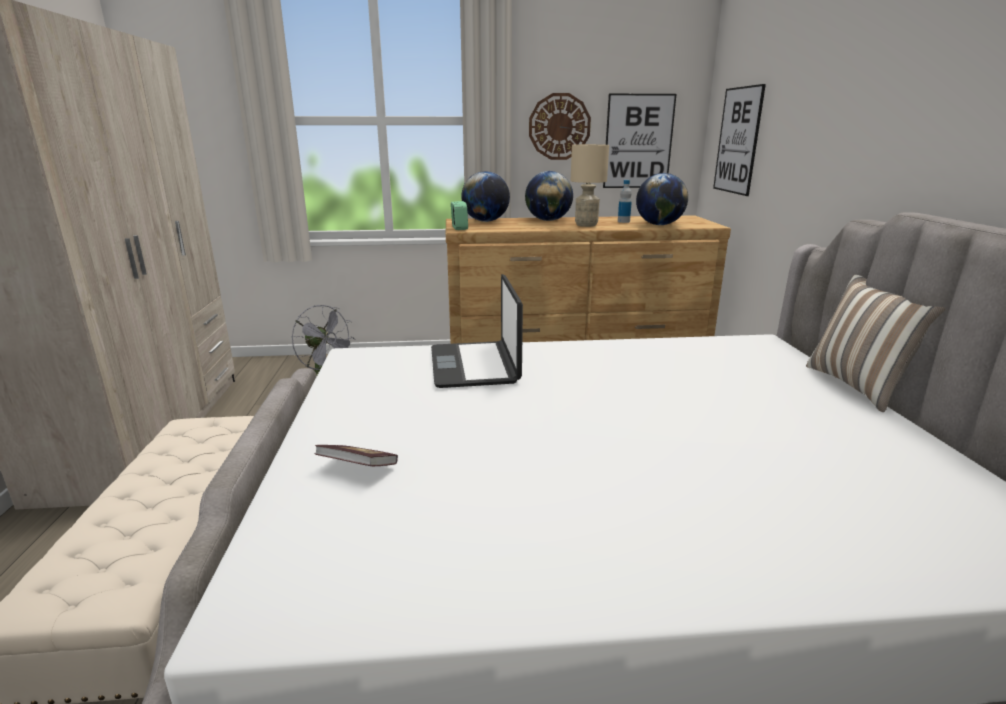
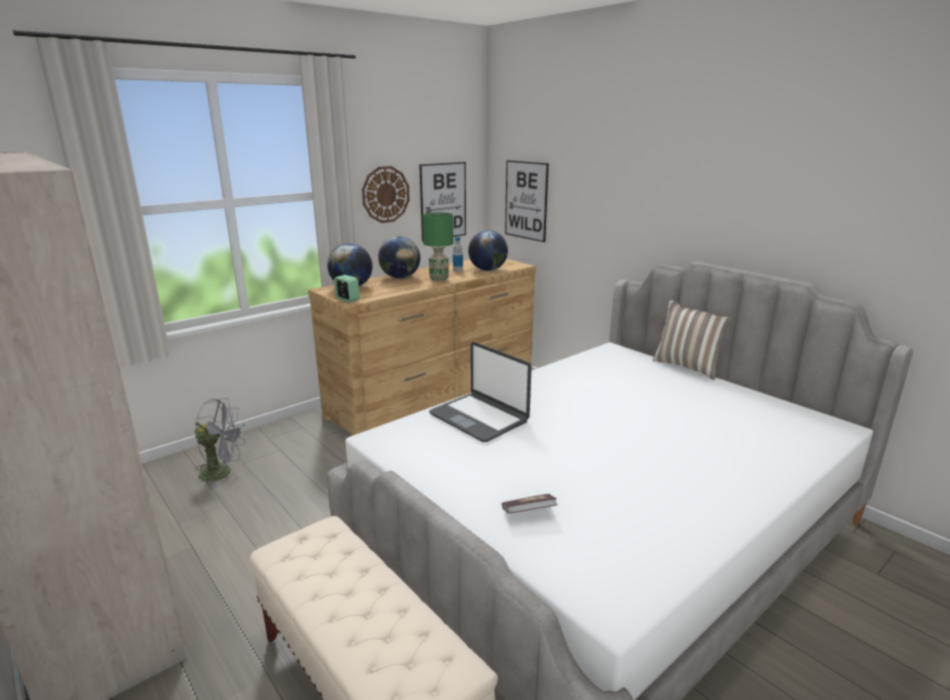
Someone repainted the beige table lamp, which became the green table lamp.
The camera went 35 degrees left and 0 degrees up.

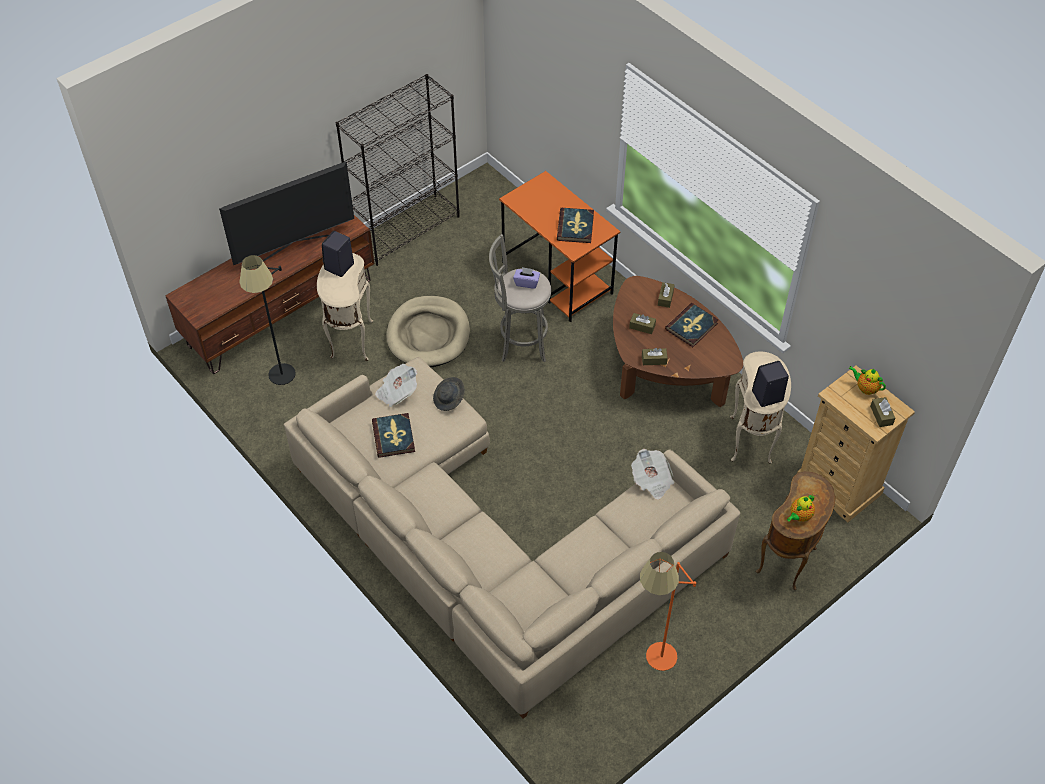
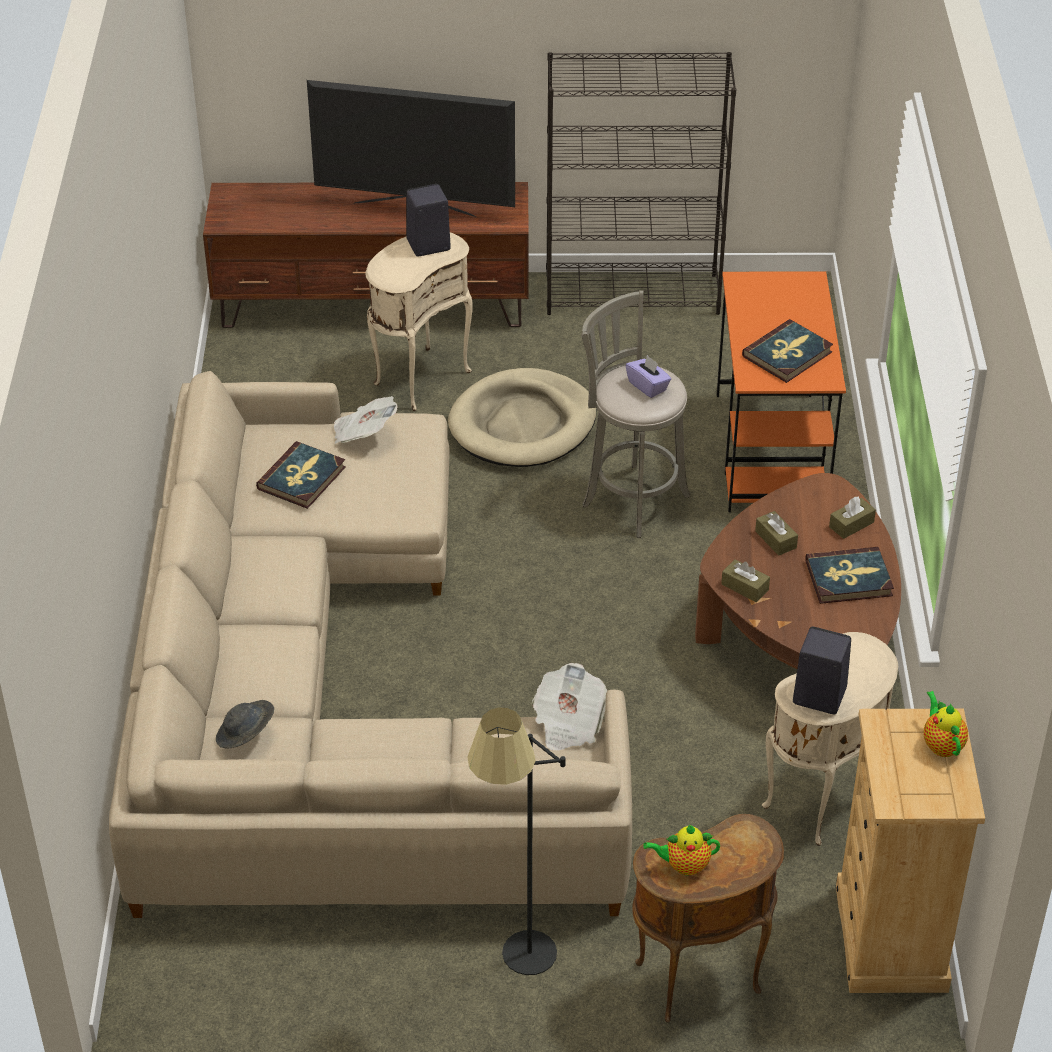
Someone carried the black-coloured standing lamp.
Someone carried the grey wearable hat.
Someone took away the brown-coloured tissue holder (4th from left).
Someone took away the orange-coloured standing lamp.
The camera went 40 degrees right and 10 degrees down.

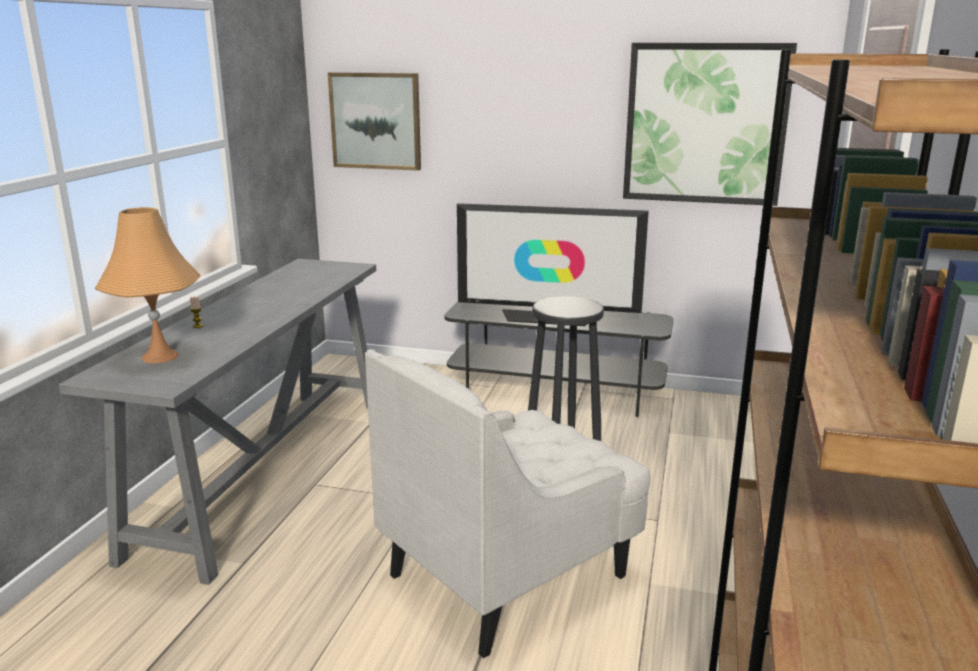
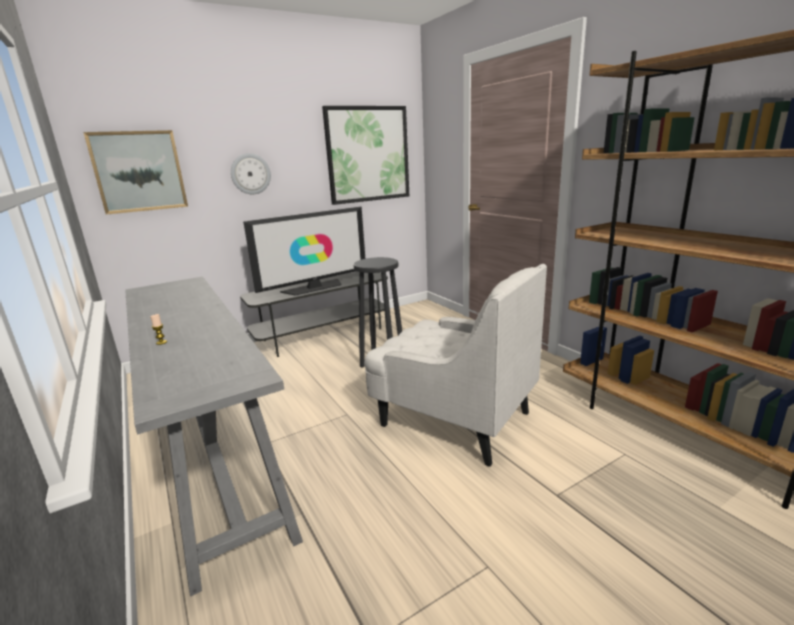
Someone took away the orange-coloured table lamp.
Someone rotated the white armchair by 60 degrees counterclockwise.
Someone put up the clock on the wall.
The camera went 45 degrees left and 0 degrees up.

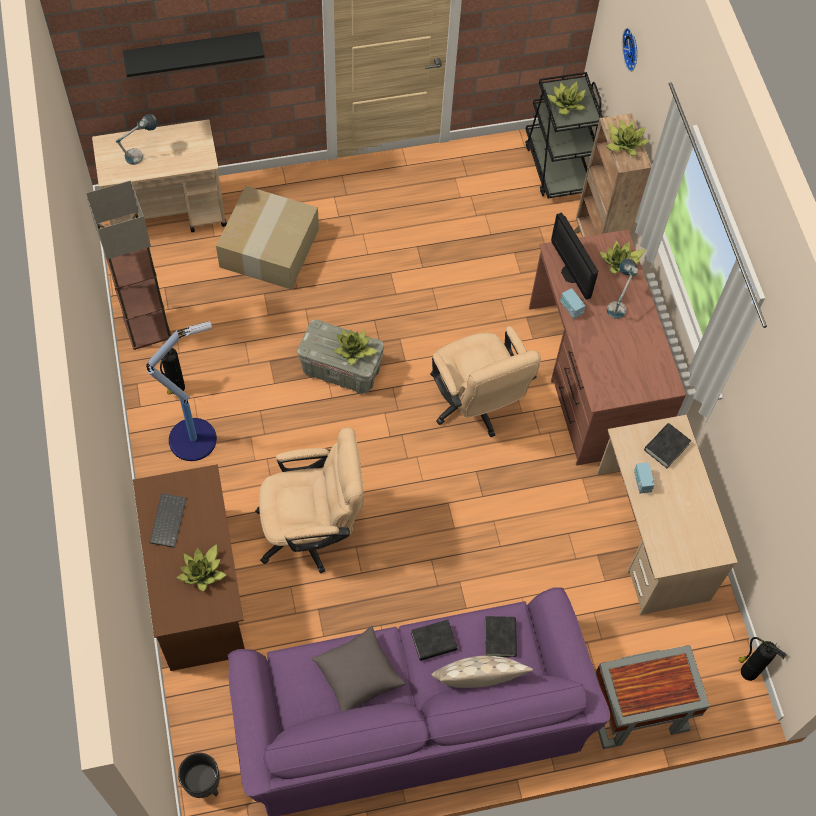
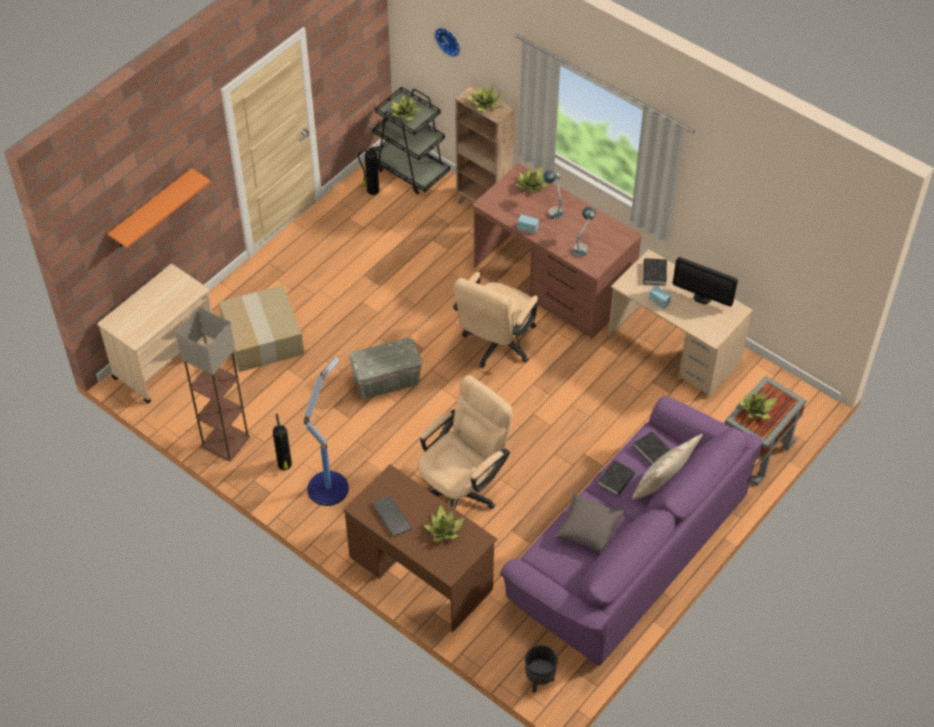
Someone repainted the black-coloured bracket shelf, which became the orange-coloured bracket shelf.
Someone carried the table lamp (1st from left in the first image).
Someone carried the computer display.
Someone rotated the beige computer chair (2nd from left) by 90 degrees clockwise.
Someone carried the houseplant (2nd from left in the first image).
Someone carried the extinguisher (2nd from left).
The camera went 35 degrees left and 10 degrees down.

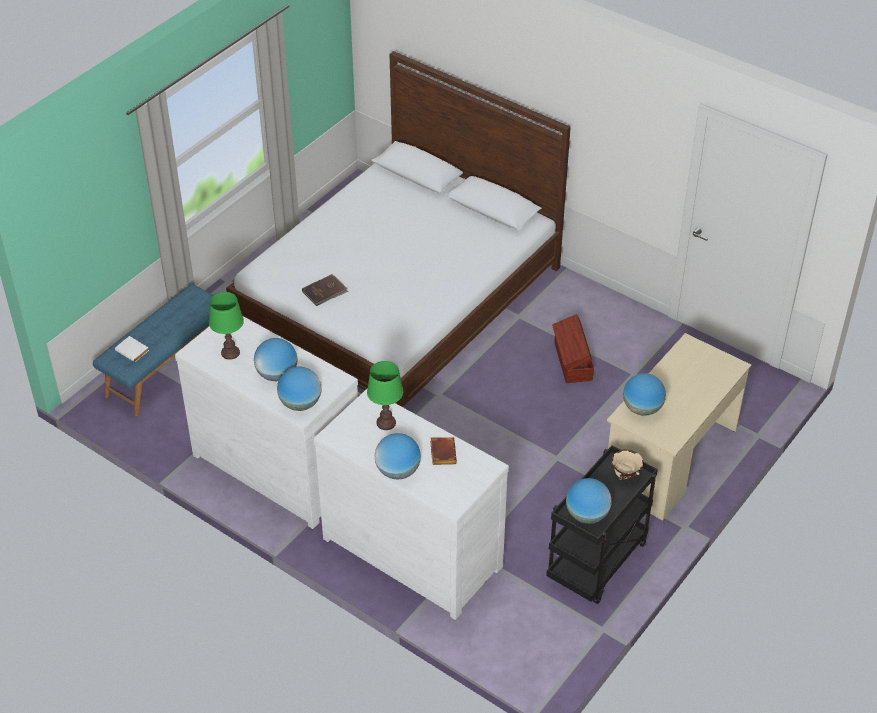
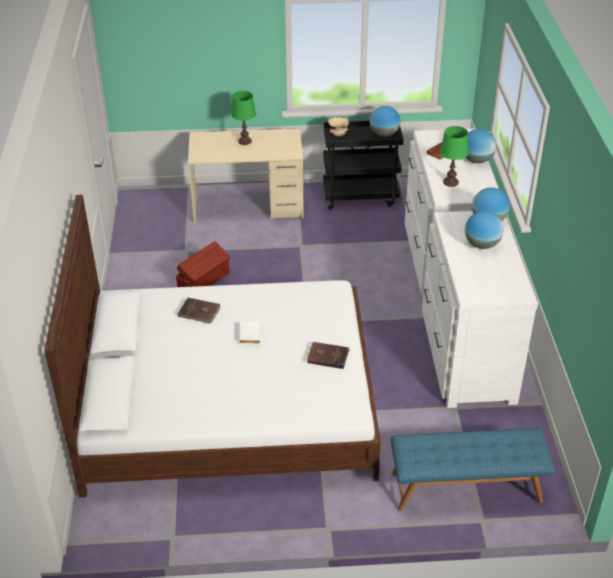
Someone carried the green table lamp (1st from left).
Someone carried the white book.
Someone took away the world globe (5th from left).
Someone put down the brown-coloured book (1st from left).
The camera went 130 degrees left and 5 degrees down.

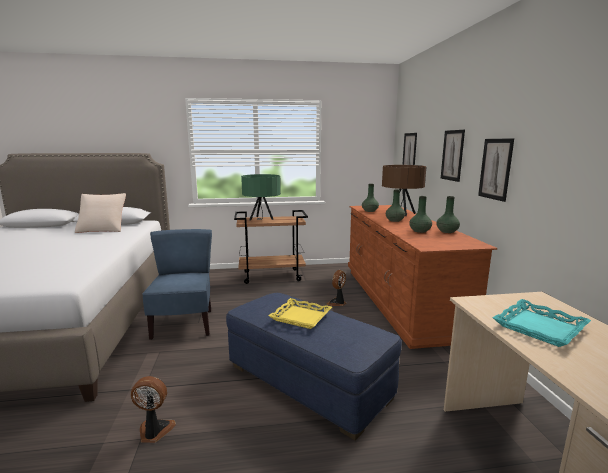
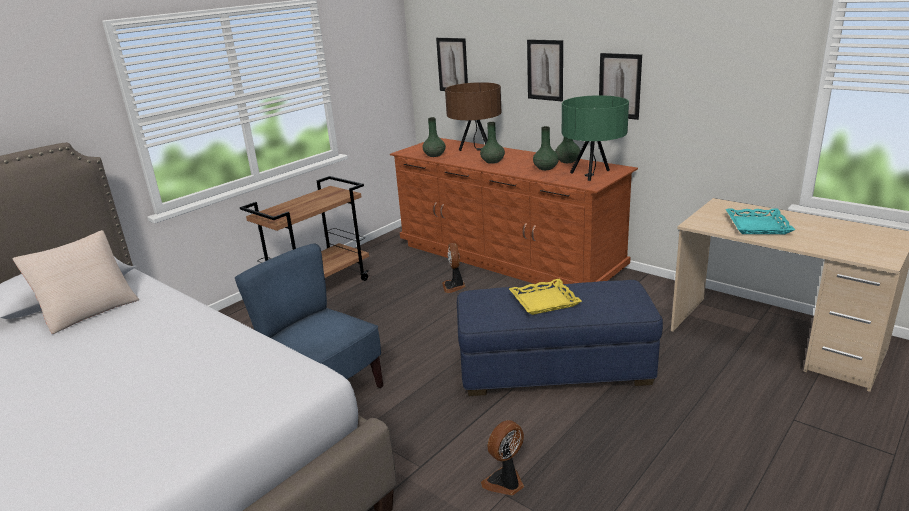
Someone carried the green table lamp.
The camera went 40 degrees left and 10 degrees up.

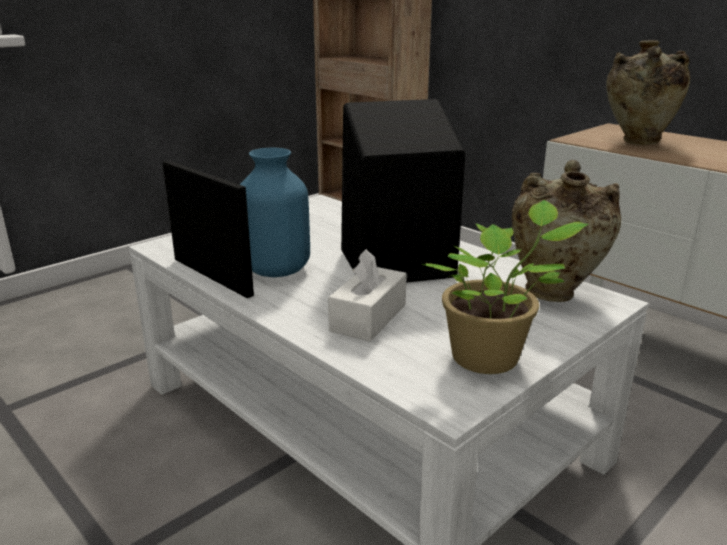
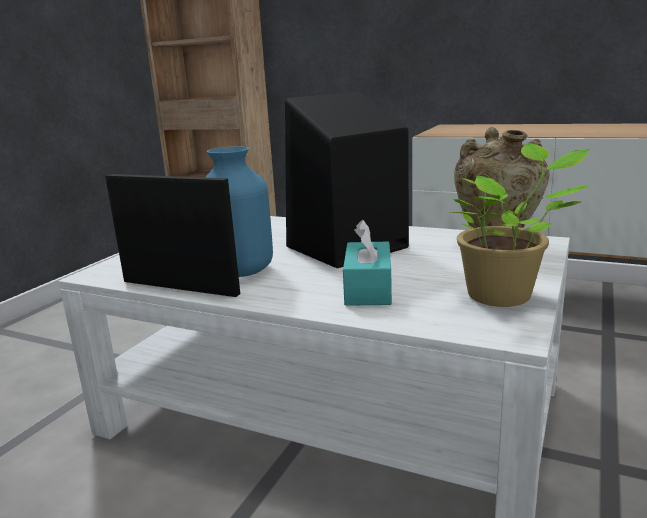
Someone took away the beige vase (2nd from left).
Someone repainted the white tissue holder, which became the turquoise-coloured tissue holder.
The camera went 20 degrees left and 5 degrees down.

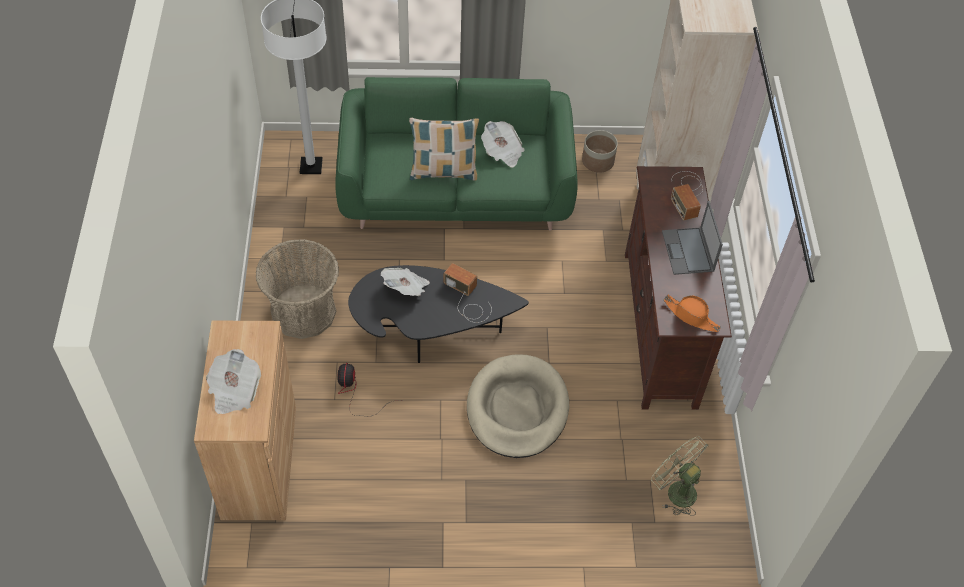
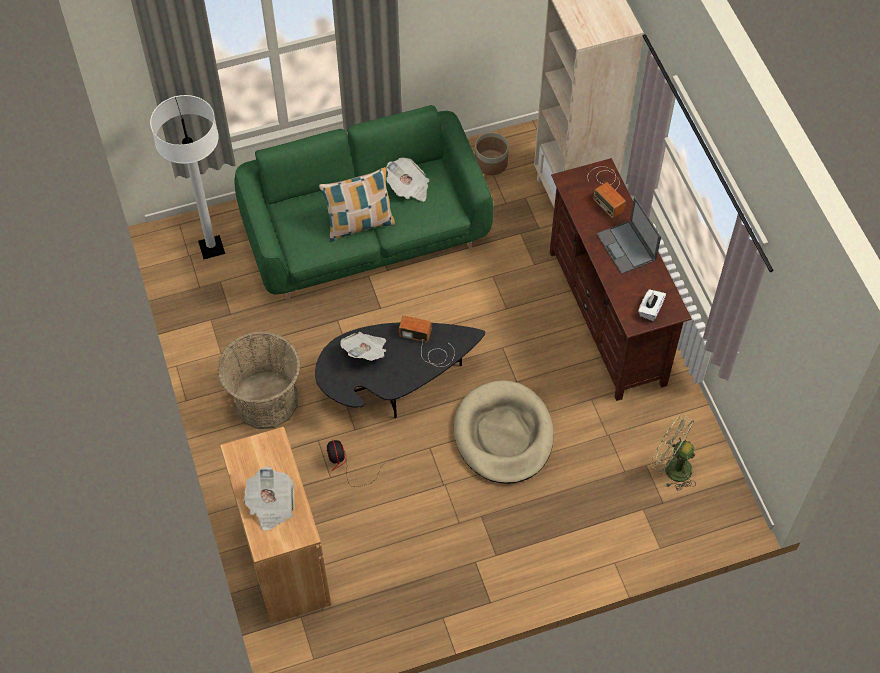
Someone swapped the orange-coloured wearable hat for the white tissue holder.
The camera went 15 degrees left and 5 degrees up.

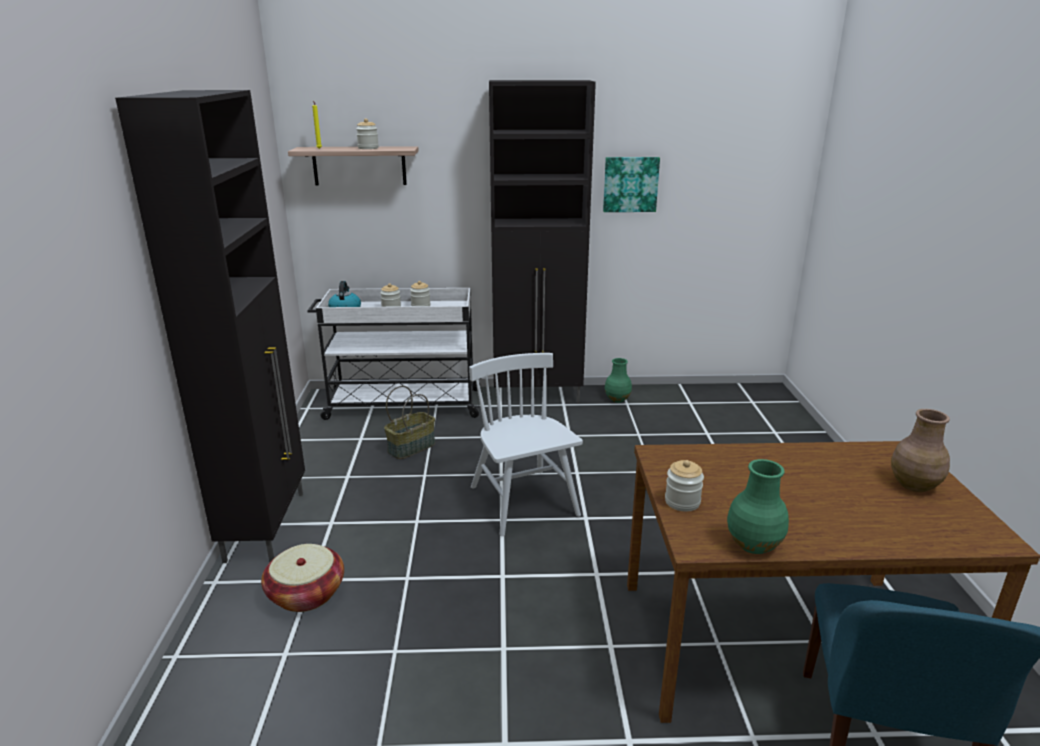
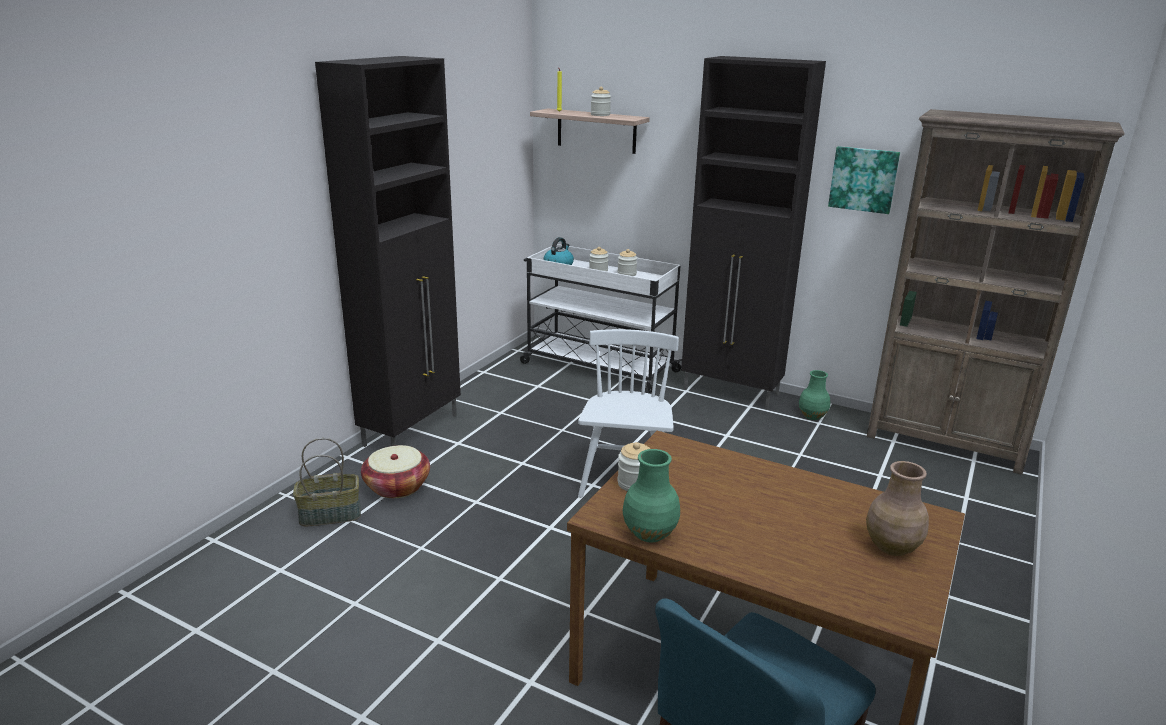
Someone carried the basket (2nd from left in the first image).
Someone put down the brown-coloured bookshelf.
The camera went 30 degrees right and 0 degrees up.

